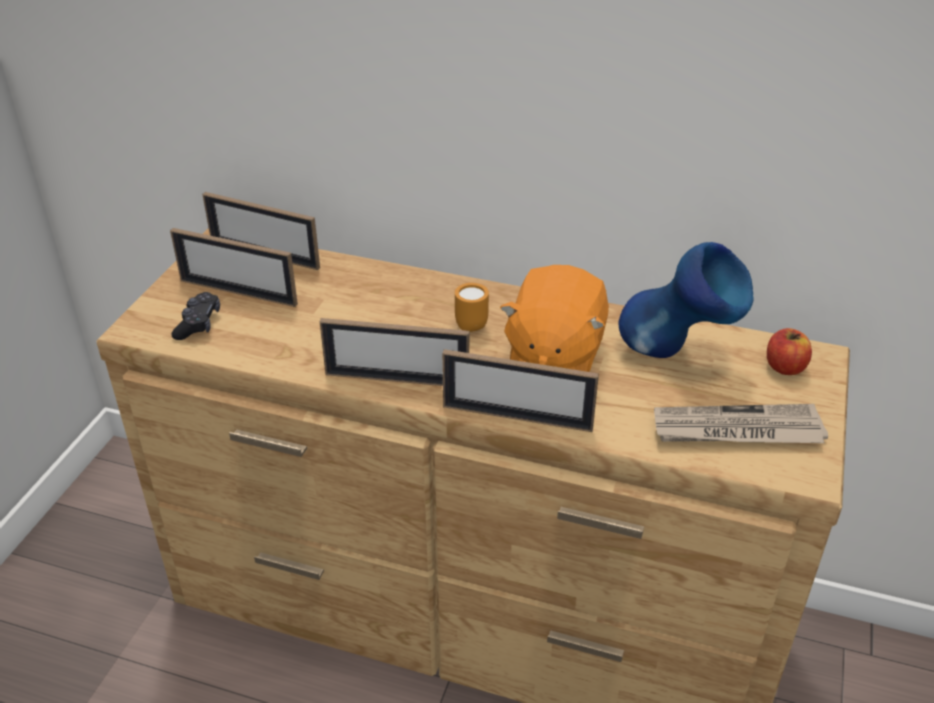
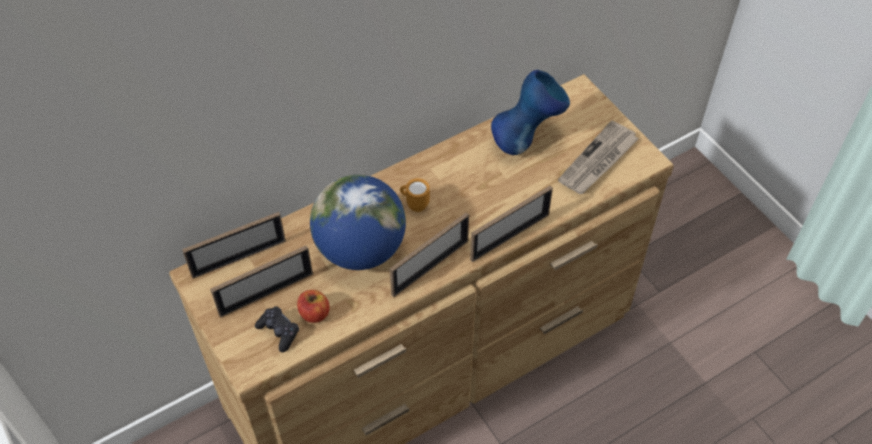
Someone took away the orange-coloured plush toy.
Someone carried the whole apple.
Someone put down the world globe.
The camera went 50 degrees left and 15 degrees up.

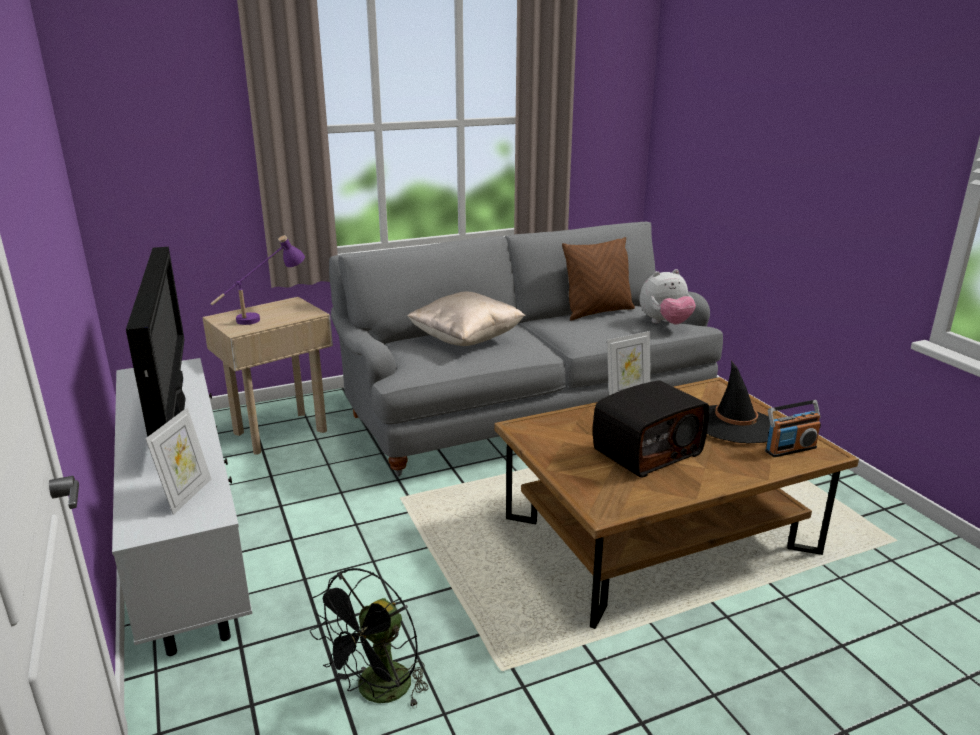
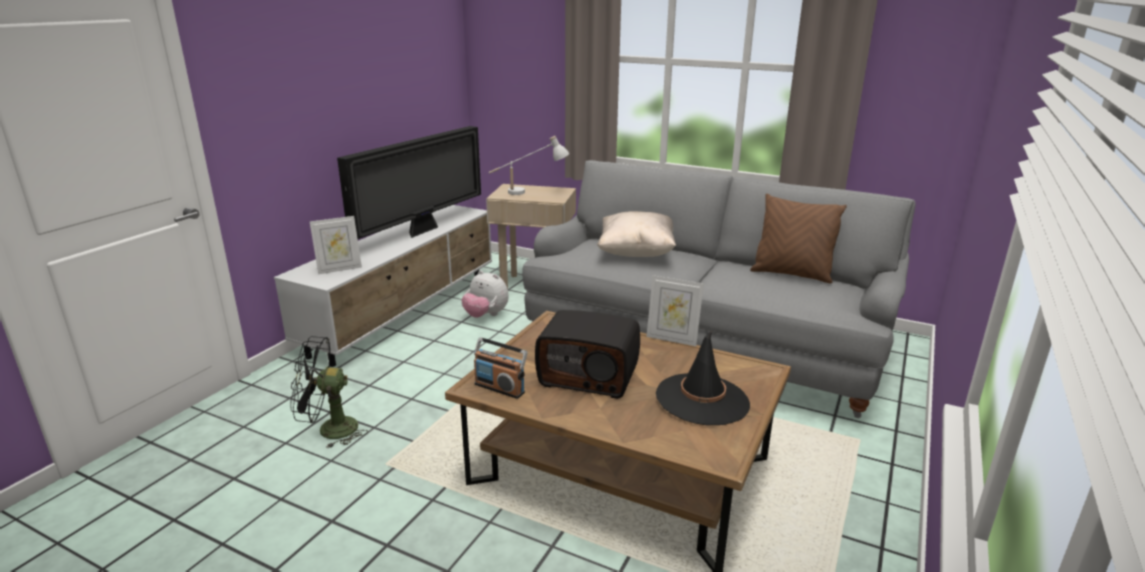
Someone repainted the purple-coloured table lamp, which became the white table lamp.
Someone carried the plush toy.
Someone carried the radio receiver (2nd from left in the first image).
The camera went 50 degrees right and 0 degrees up.

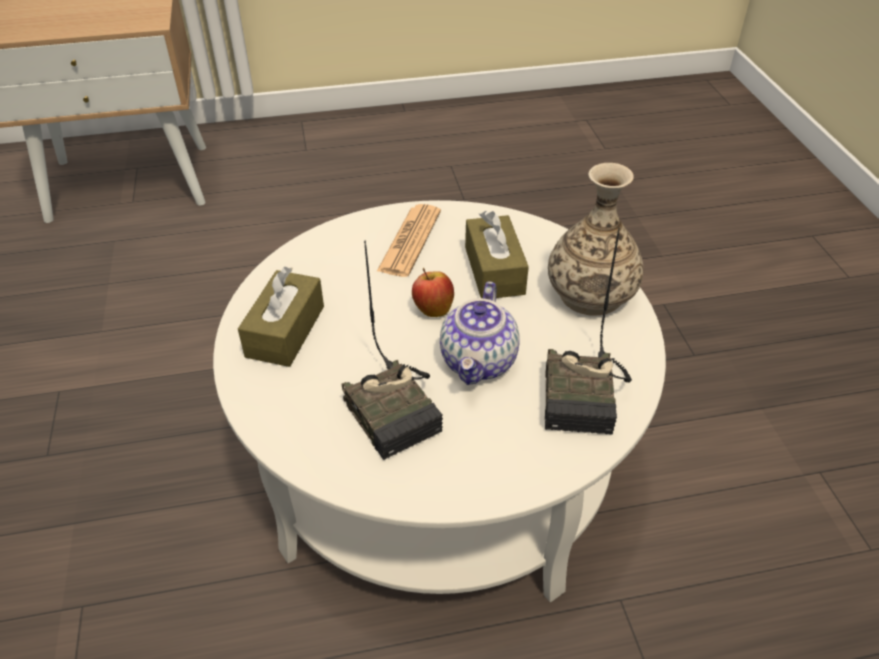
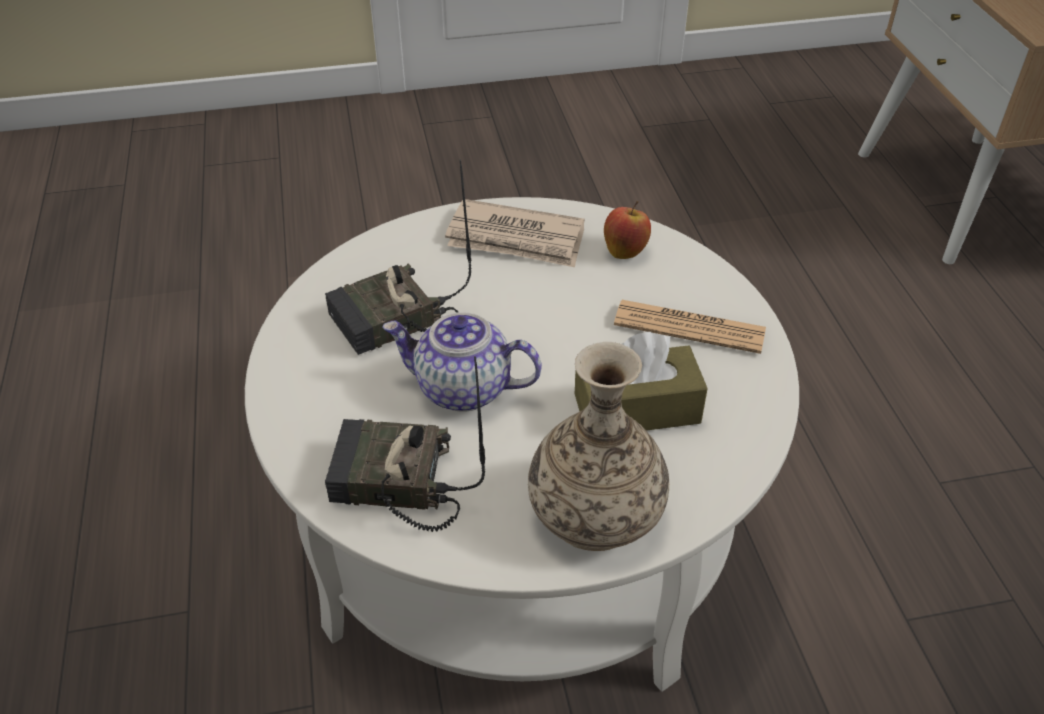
Someone swapped the brown-coloured tissue holder (1st from left) for the daily paper (1st from left).
Someone carried the whole apple.
The camera went 90 degrees right and 0 degrees up.

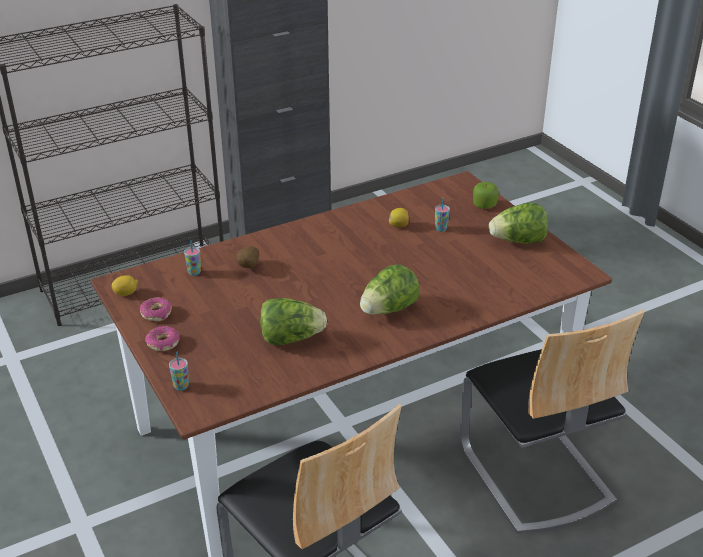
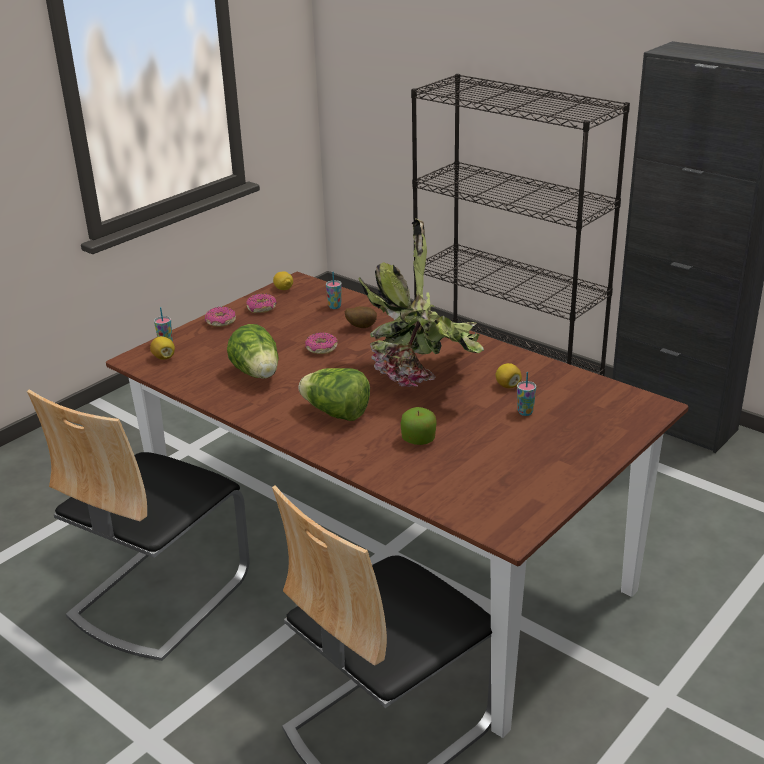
Someone carried the whole apple.
Someone took away the lettuce head (3rd from left).
Someone put down the houseplant.
Someone put down the ring doughnut (3rd from left).
Someone put down the whole lemon (1st from left).
The camera went 70 degrees right and 5 degrees down.

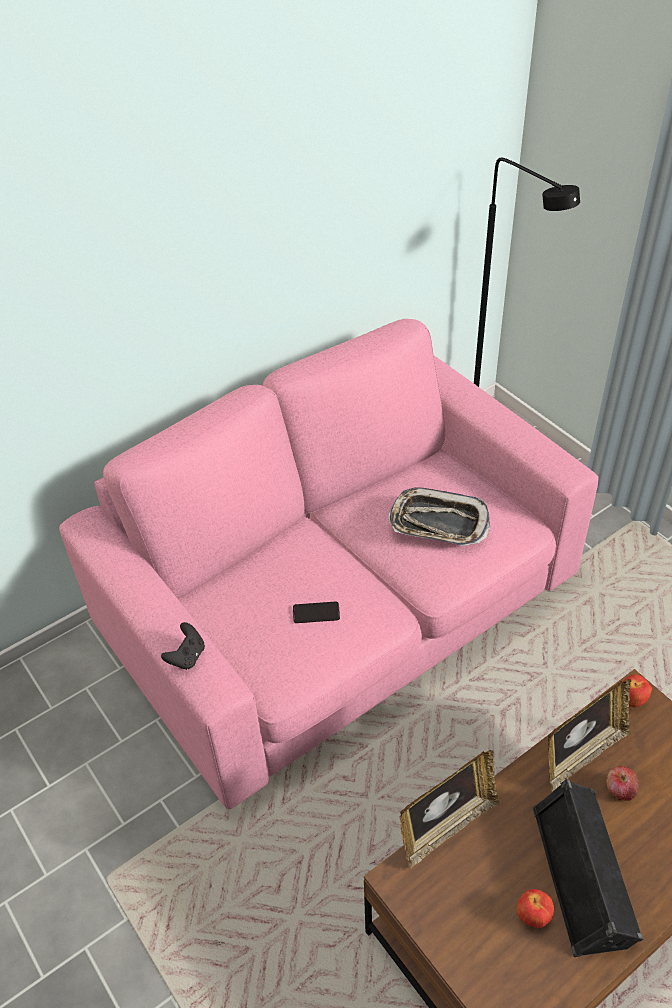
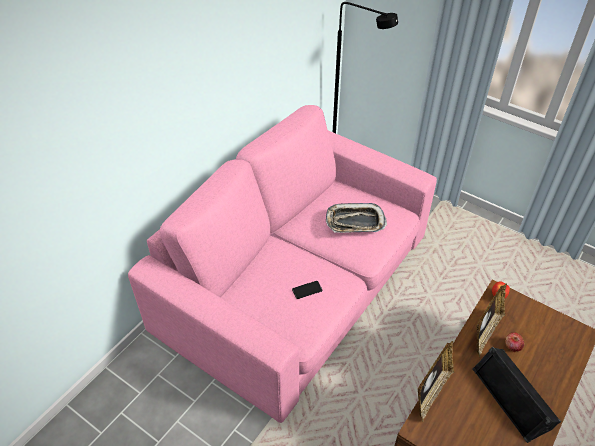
Someone took away the black-coloured joypad.
Someone took away the whole apple (1st from left).
The camera went 20 degrees left and 0 degrees up.

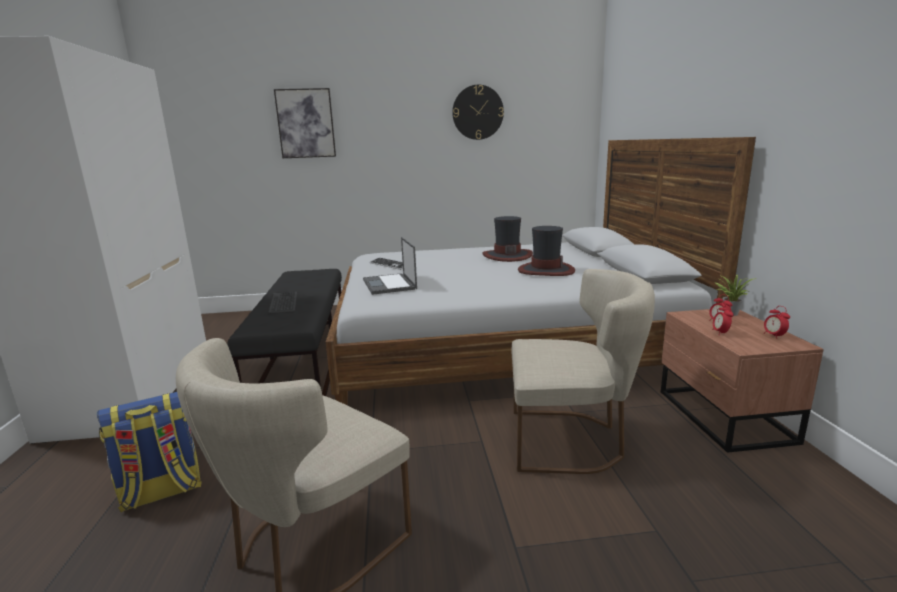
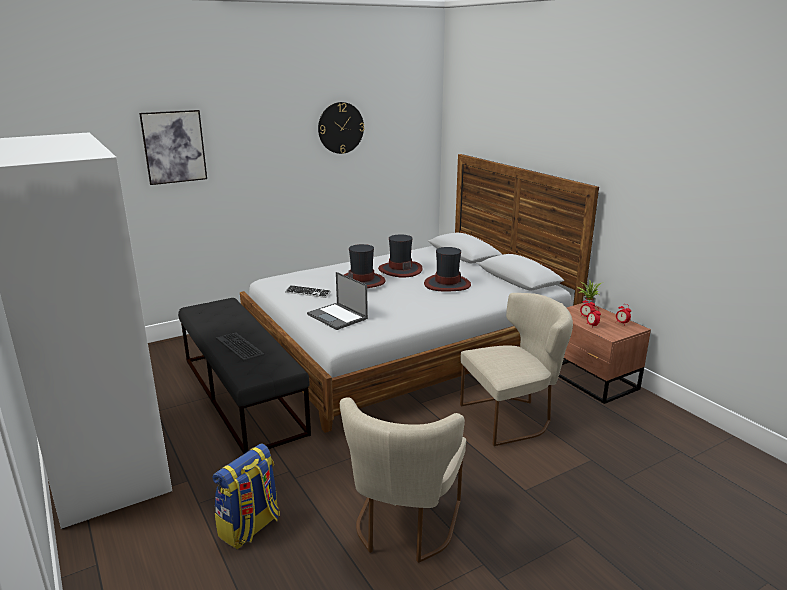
Someone put down the wearable hat (1st from left).
The camera went 25 degrees left and 5 degrees up.

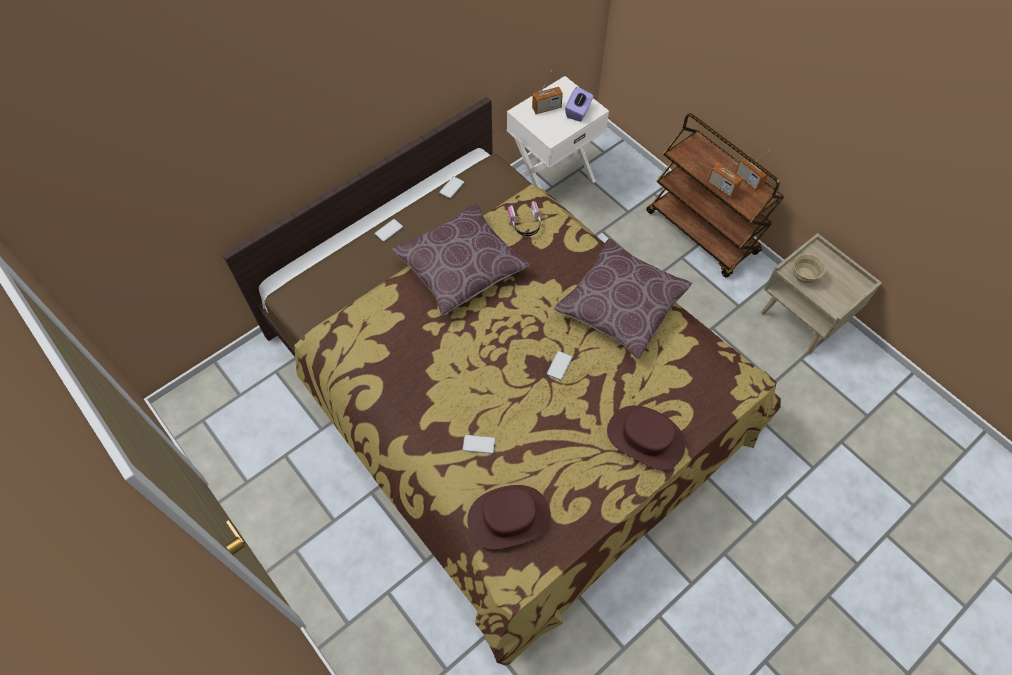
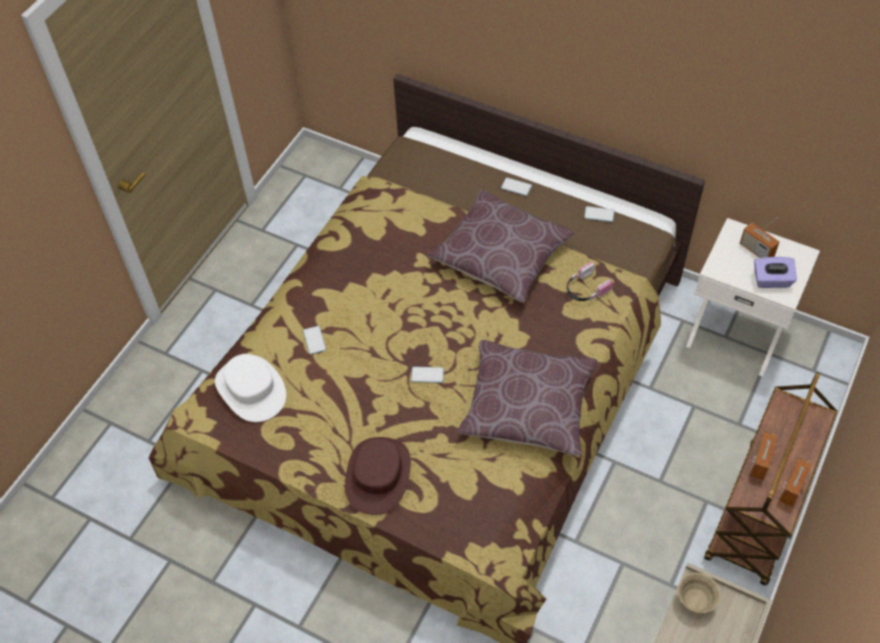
Someone repainted the brown-coloured wearable hat (1st from left), which became the white wearable hat.
The camera went 70 degrees right and 5 degrees down.

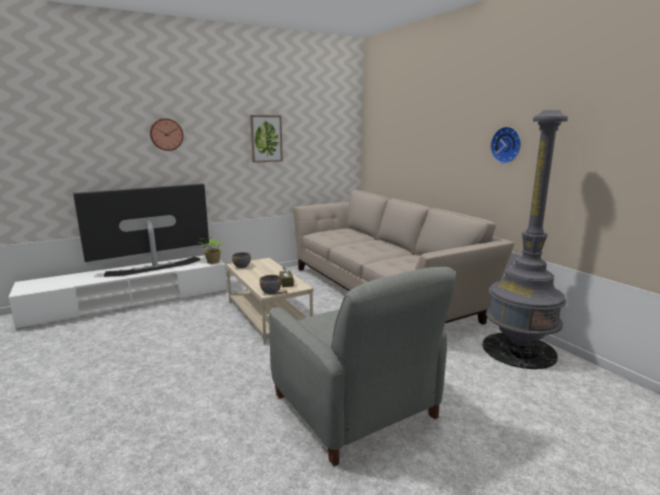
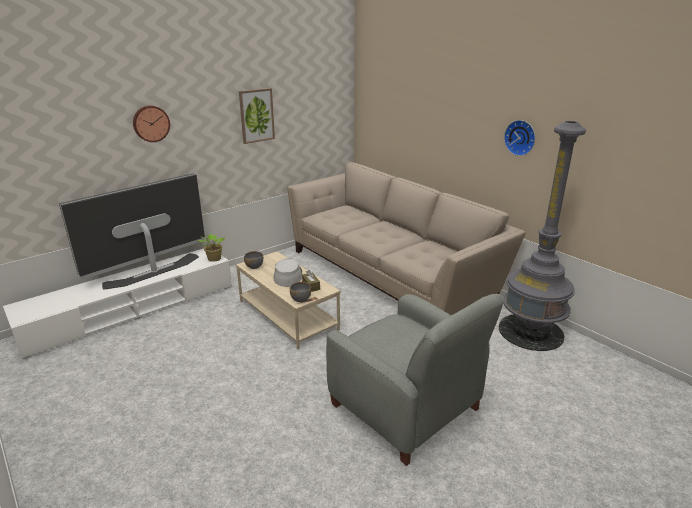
Someone put down the grey wearable hat.
The camera went 10 degrees left and 10 degrees up.

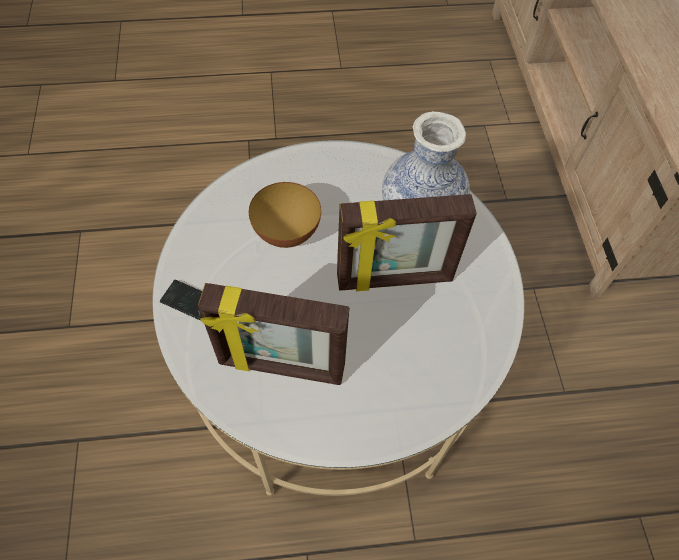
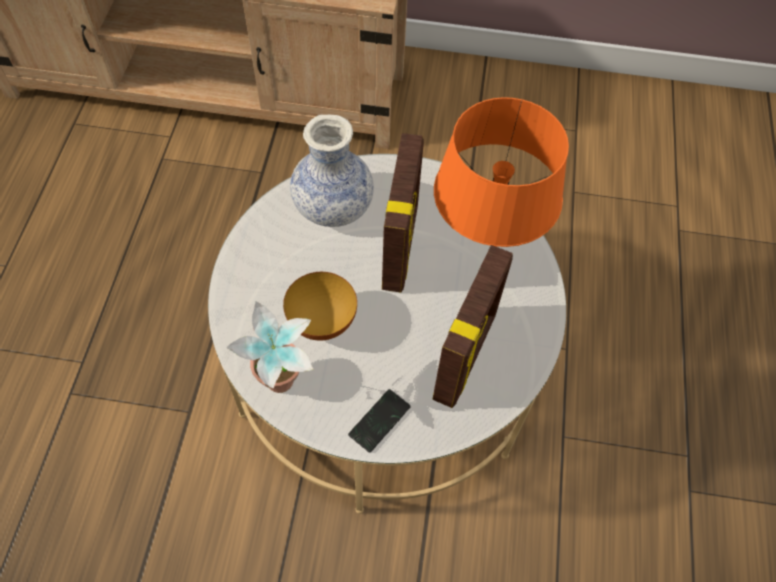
Someone put down the orange-coloured table lamp.
Someone put down the houseplant.
The camera went 75 degrees left and 0 degrees up.

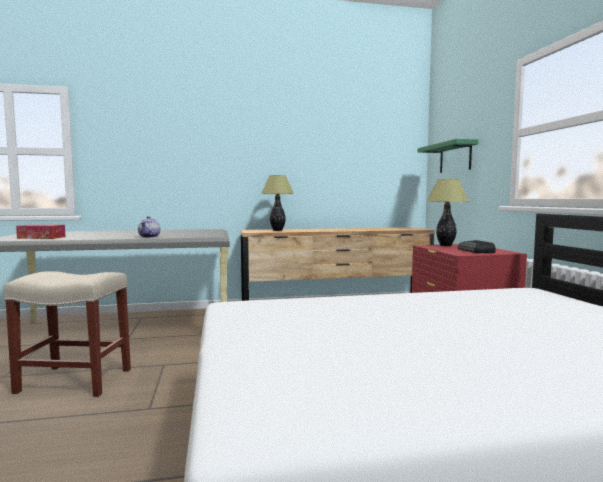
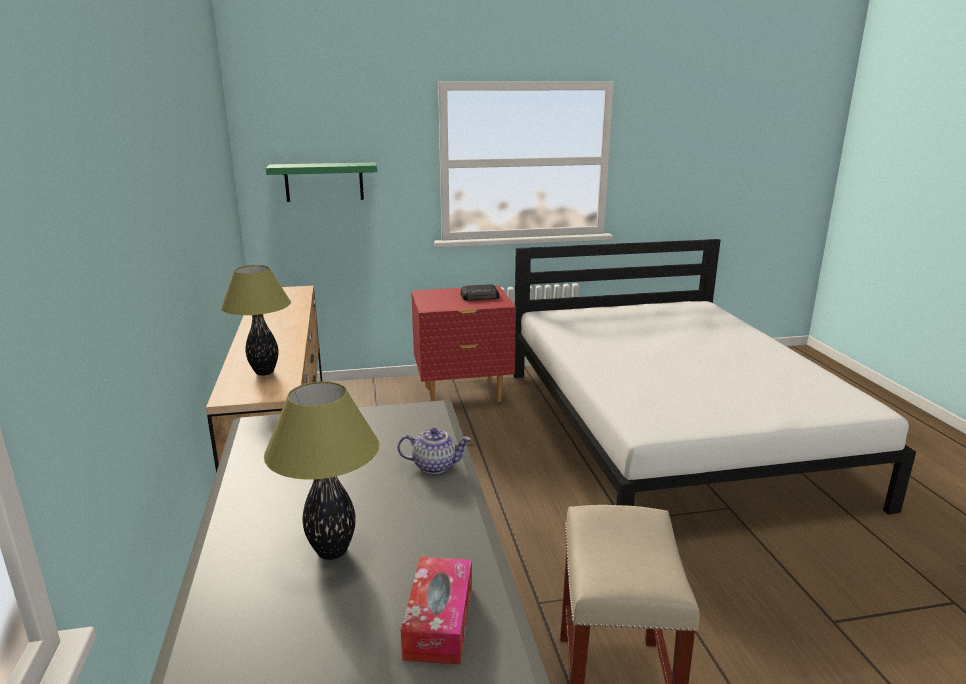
Someone carried the table lamp (2nd from left).
The camera went 90 degrees left and 15 degrees up.

